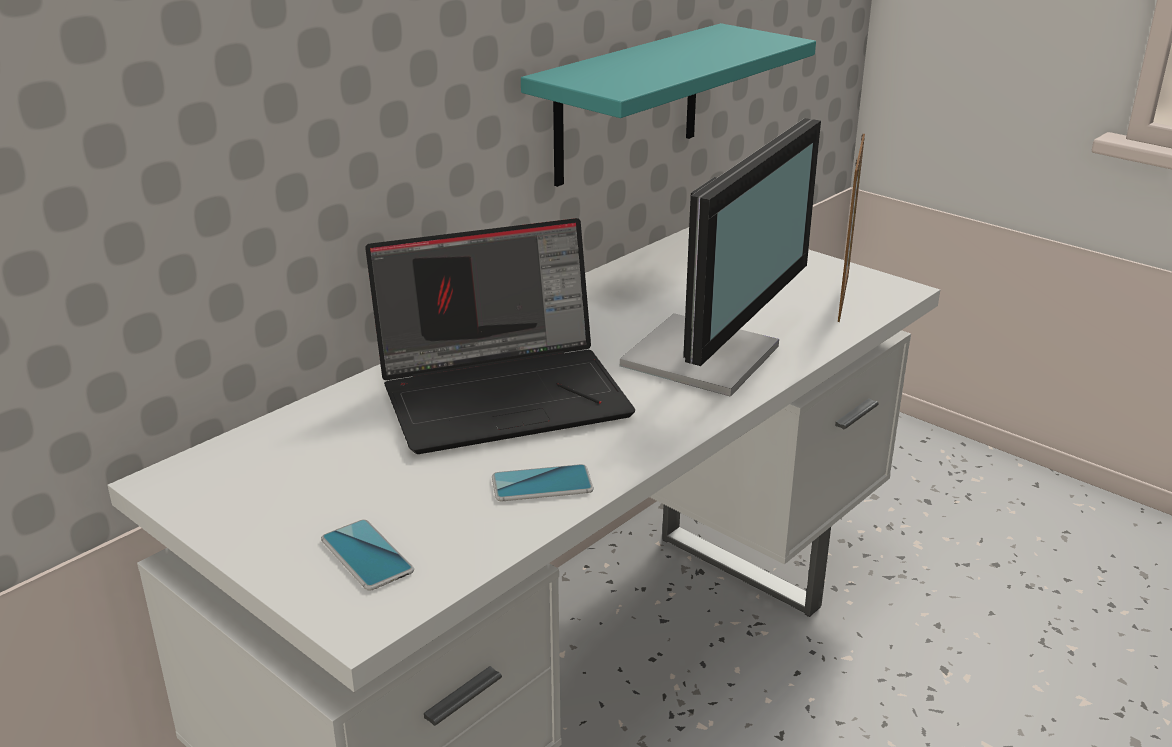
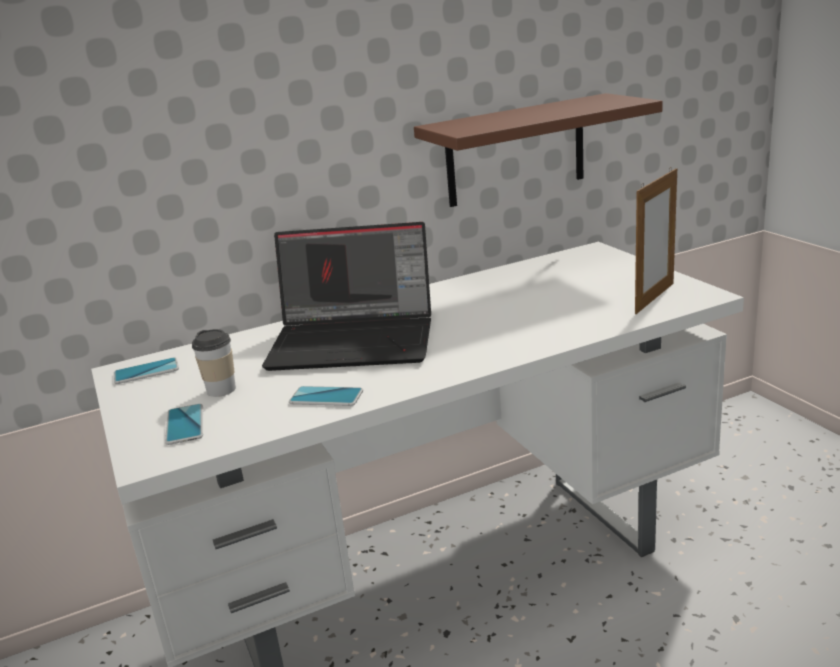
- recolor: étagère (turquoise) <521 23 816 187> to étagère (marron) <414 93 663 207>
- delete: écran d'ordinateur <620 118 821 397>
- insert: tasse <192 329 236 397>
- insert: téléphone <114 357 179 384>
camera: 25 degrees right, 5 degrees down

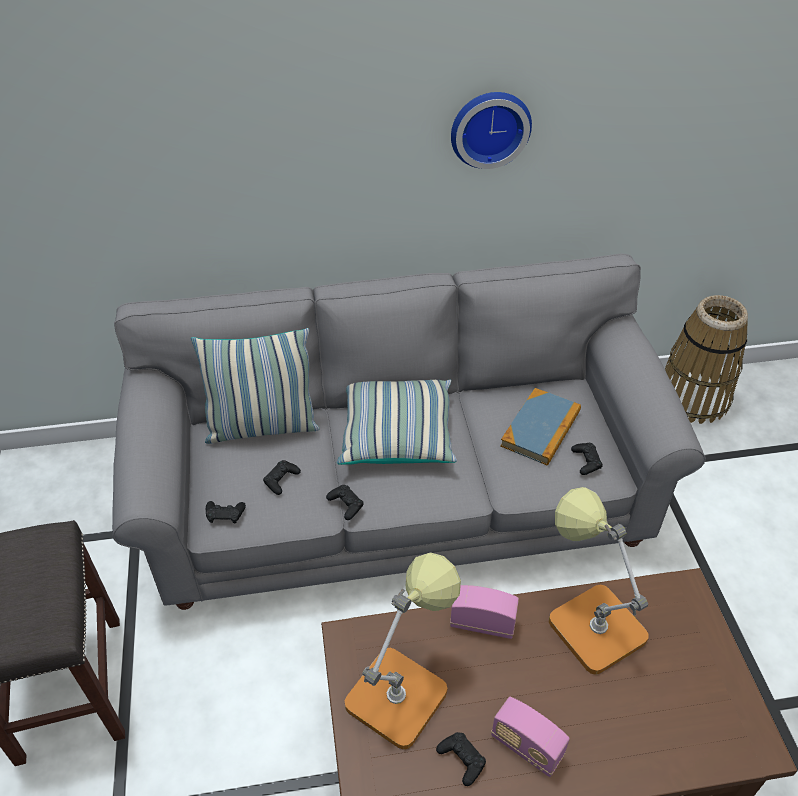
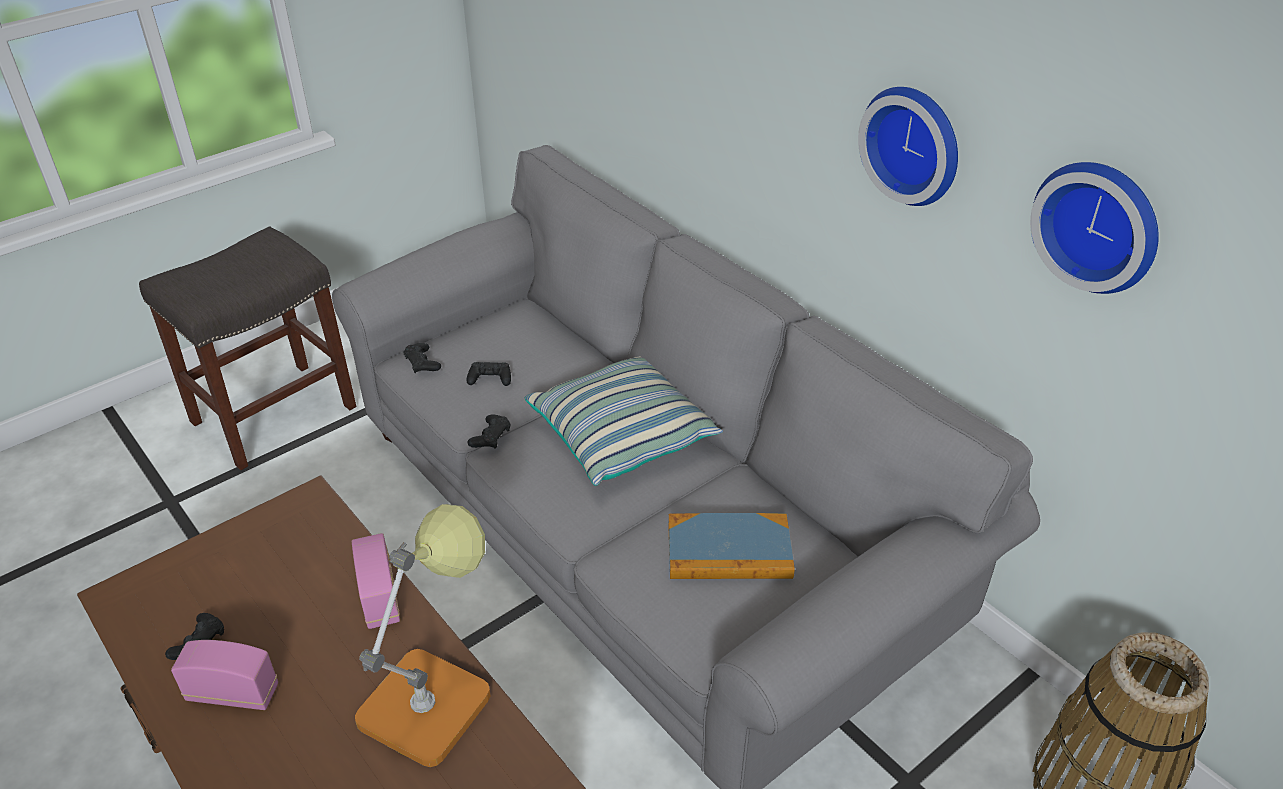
- delete: coussin <191 328 320 444>
- delete: manette (noir) <571 443 603 475>
- delete: lampe de table <345 552 461 750>
- rotate: radio <491 697 570 777> = <171 640 278 710> 90 degrees clockwise
- insert: horloge murale <1030 162 1159 294>
camera: 60 degrees right, 5 degrees down

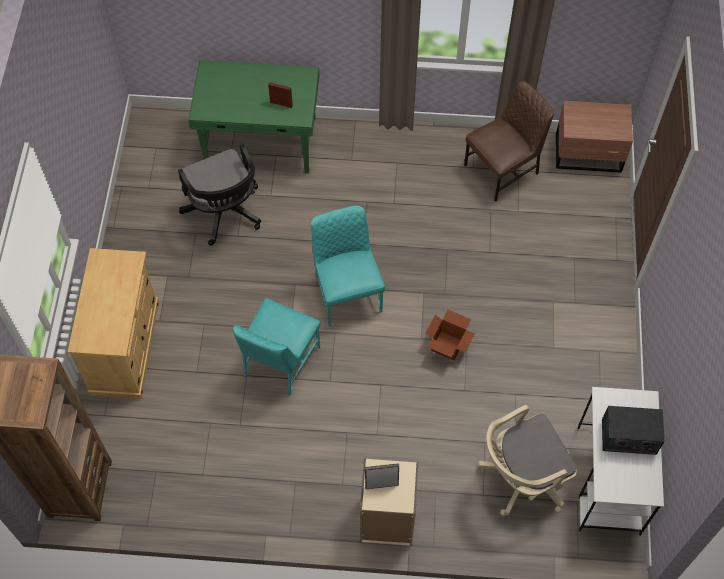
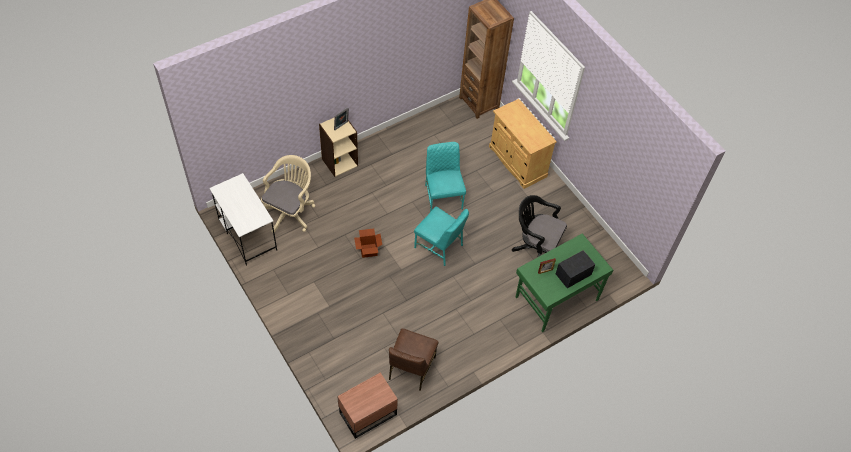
- move: radio <602 406 664 455> to <556 250 596 288>
camera: 140 degrees right, 5 degrees down

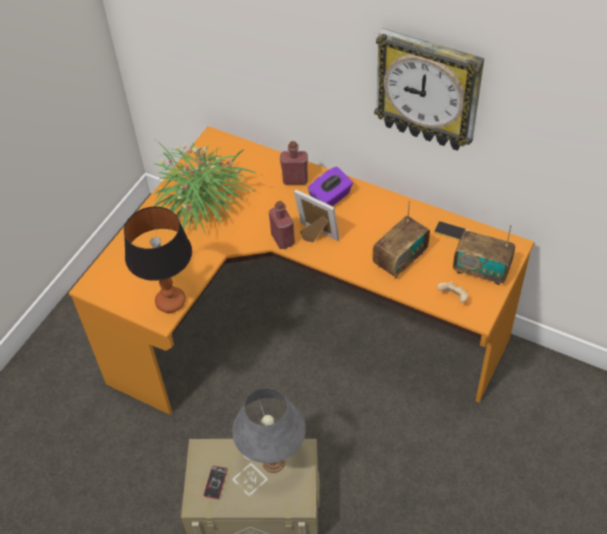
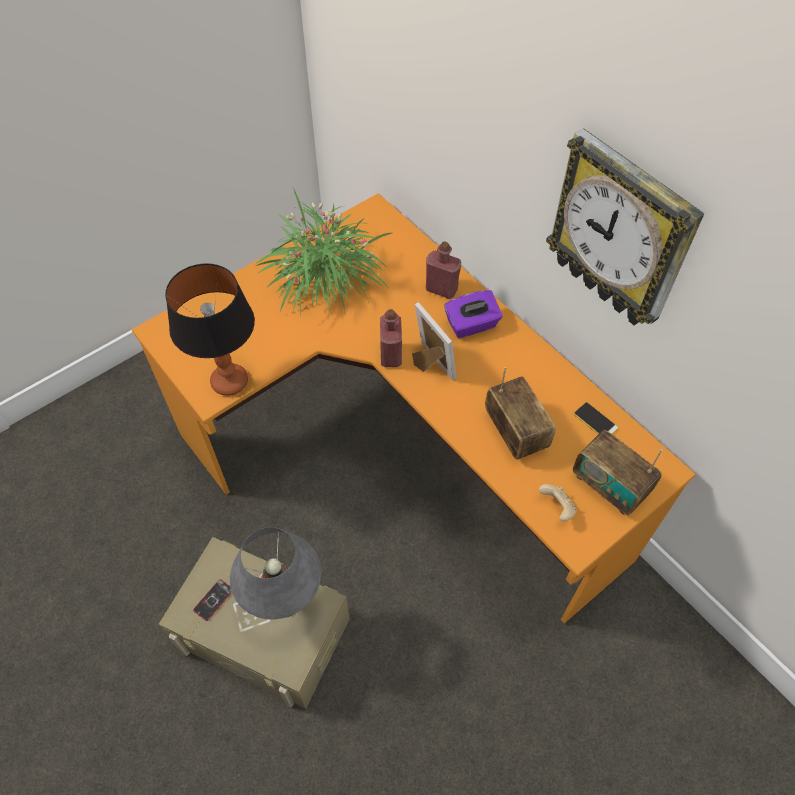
- rotate: radio <372 200 430 279> = <485 367 556 460> 90 degrees counterclockwise
camera: 20 degrees right, 5 degrees up

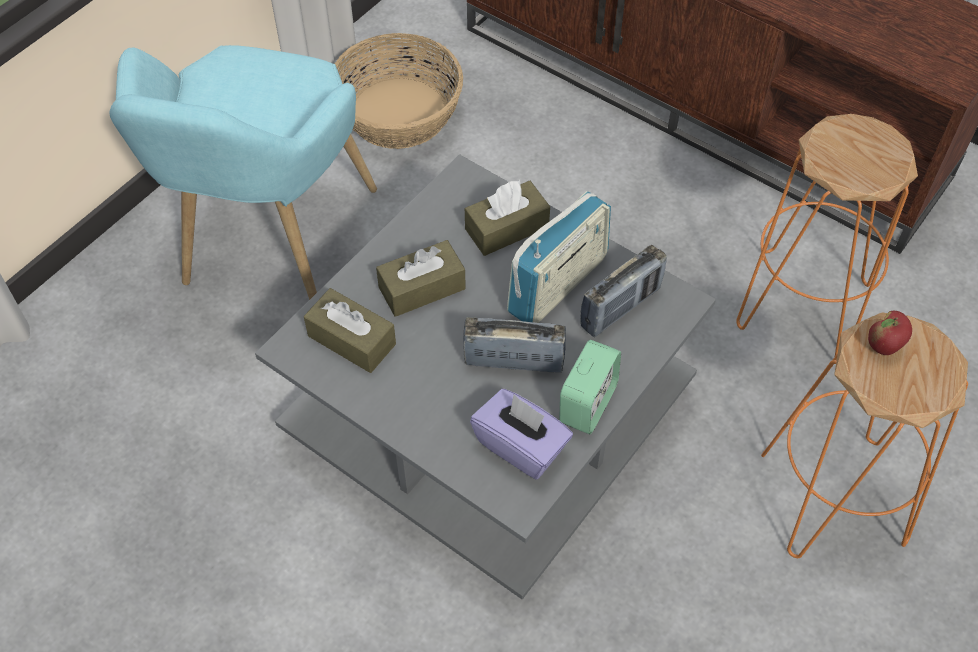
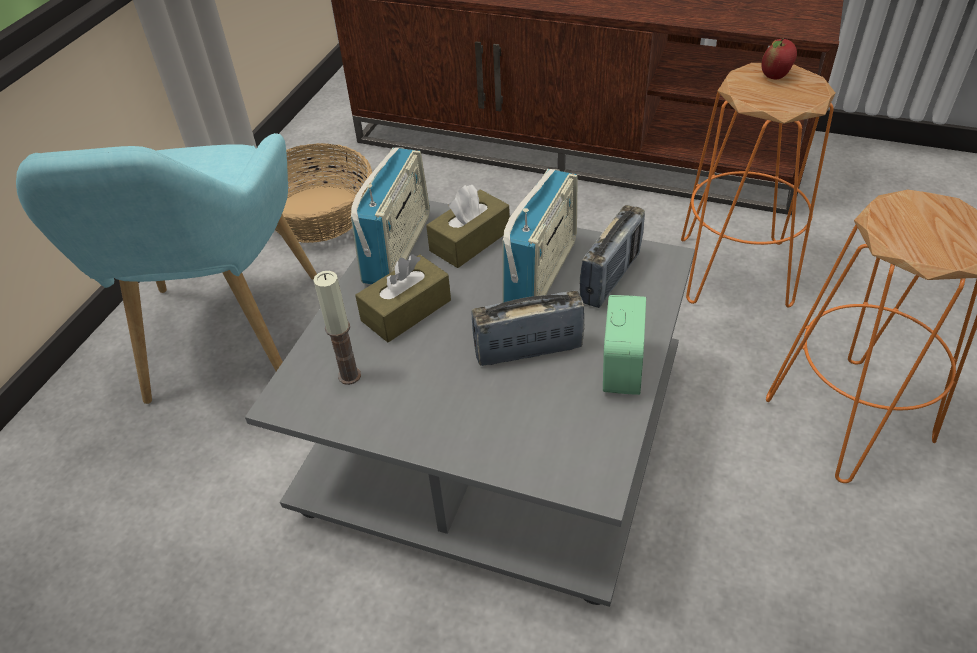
- replace: boîte à mouchoirs (marron) <304 288 396 373> to bougie <313 271 361 385>
- move: pomme <868 311 912 355> to <761 38 797 79>
- delete: boîte à mouchoirs (violet) <470 389 573 480>
- insert: radio <351 147 430 284>
camera: 15 degrees left, 10 degrees down

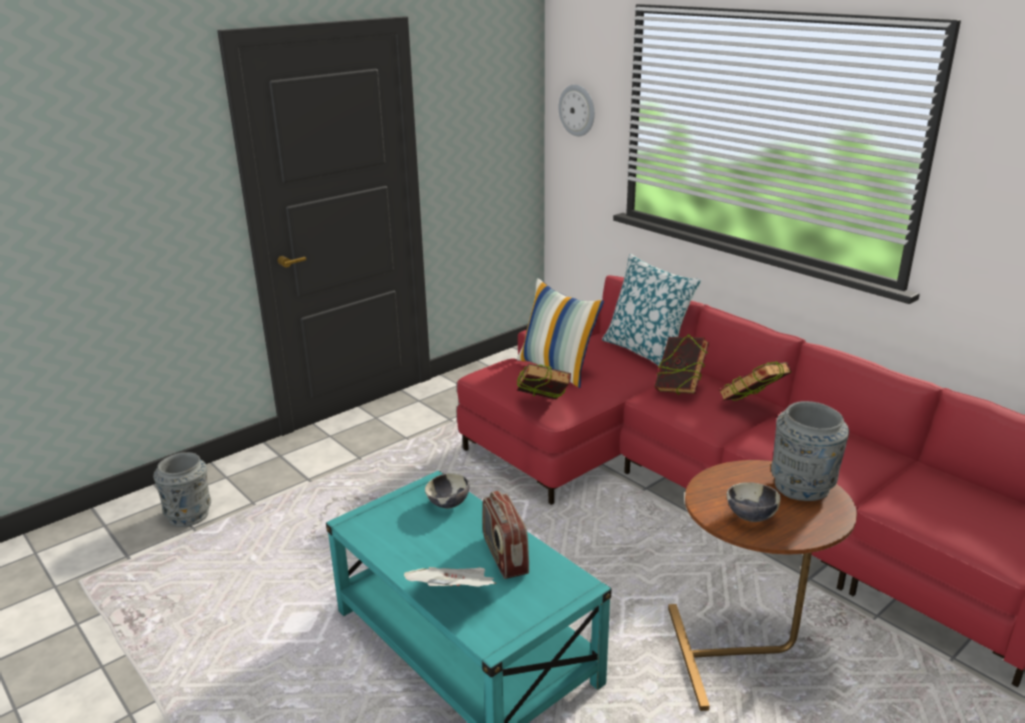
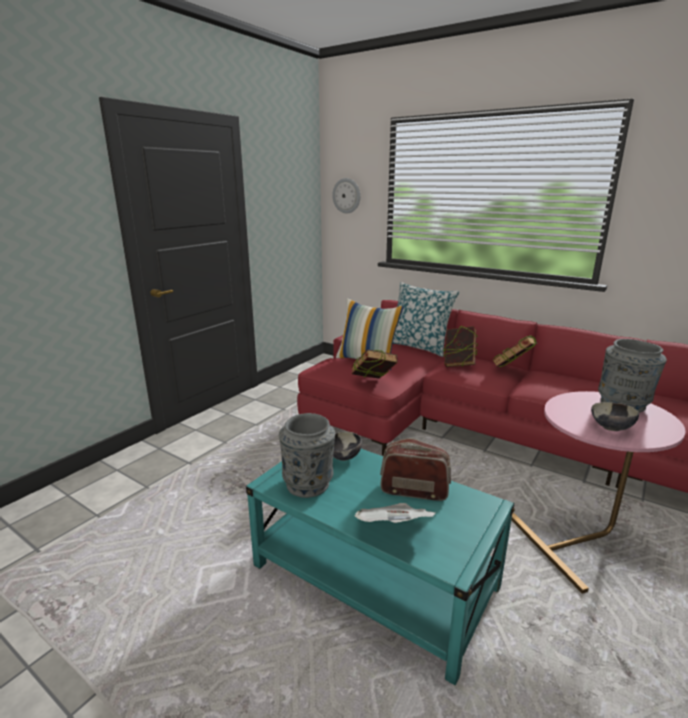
- move: vase (gris) <153 452 211 527> to <279 413 335 498>
- recolor: table d'appoint (marron) <668 460 857 711> to table d'appoint (rose) <511 391 685 594>
- rotate: radio <483 491 529 579> = <380 438 451 501> 135 degrees clockwise
camera: 15 degrees left, 5 degrees down

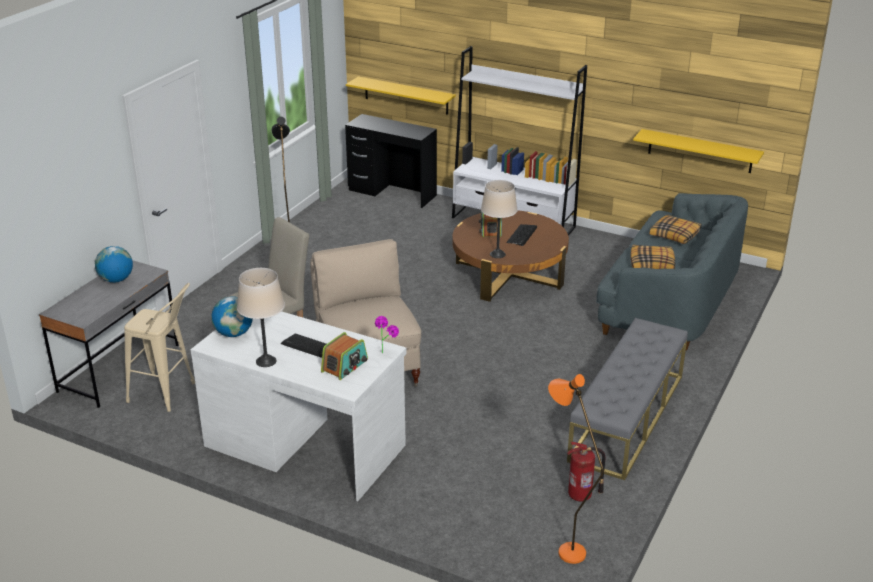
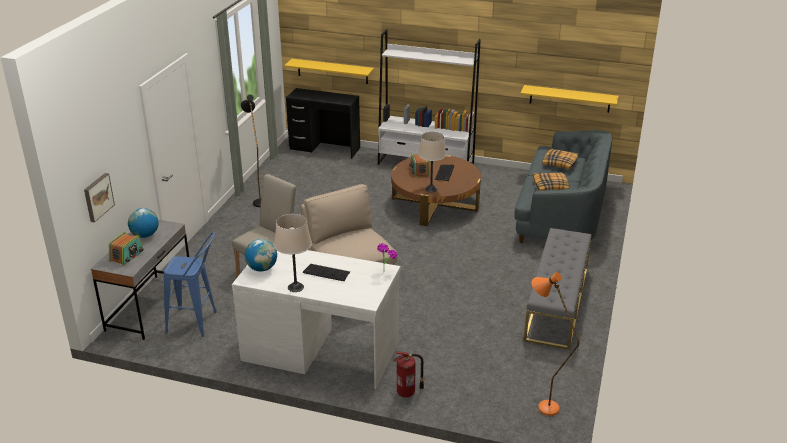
- recolor: tabouret (beige) <124 283 195 412> to tabouret (bleu) <164 232 217 337>
- move: radio <321 332 368 380> to <109 232 144 266>
- move: extincteur <567 442 605 501> to <394 351 424 397>
- insert: tableau <84 173 115 223>
camera: 10 degrees left, 0 degrees up

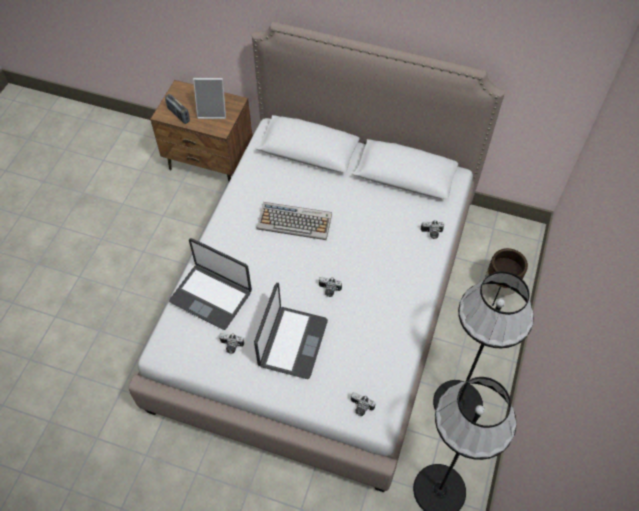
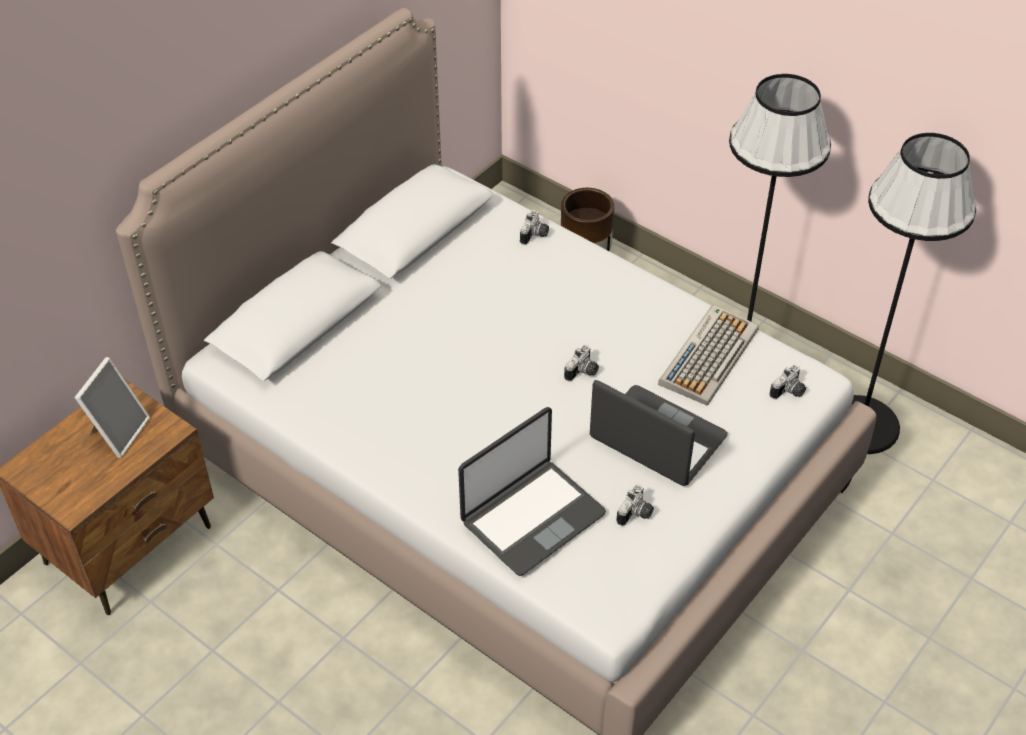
- delete: radio <165 94 190 124>
- move: clavier <257 202 332 240> to <658 305 759 406>
camera: 70 degrees left, 10 degrees down

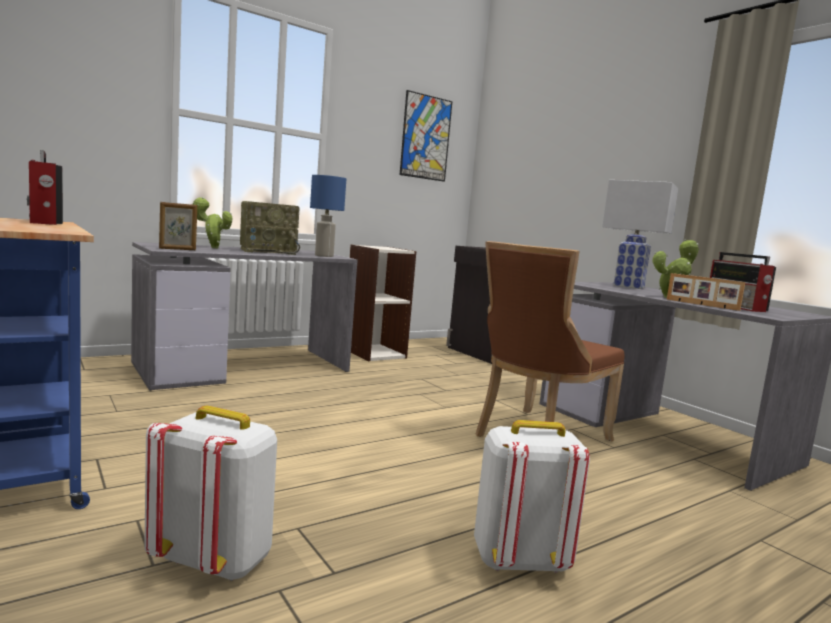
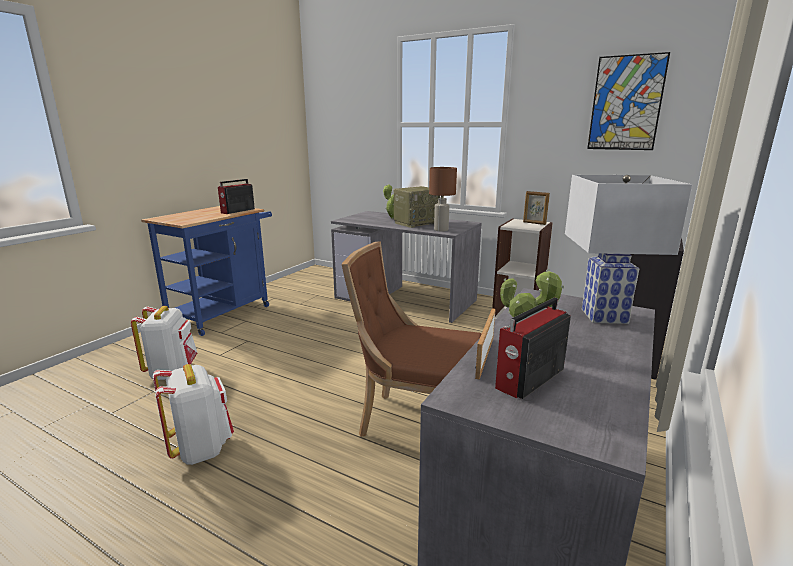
- recolor: lampe de table (bleu) <310 175 346 257> to lampe de table (marron) <429 167 457 232>
- rotate: radio <240 201 300 255> = <394 186 440 228> 75 degrees counterclockwise
- move: cadre photo <159 202 197 250> to <523 191 550 225>
camera: 65 degrees right, 10 degrees up

